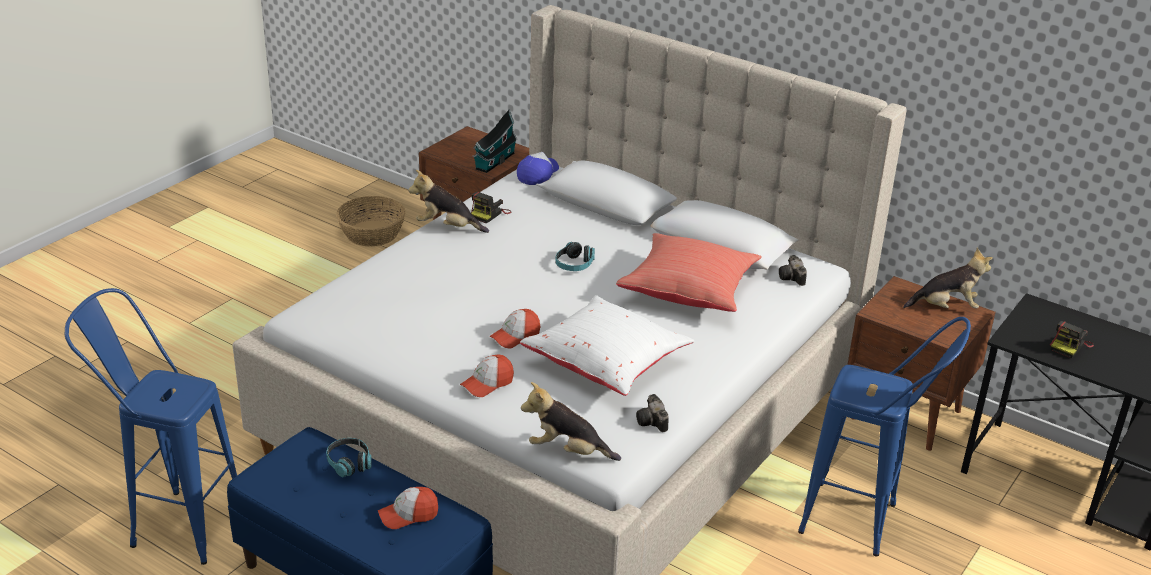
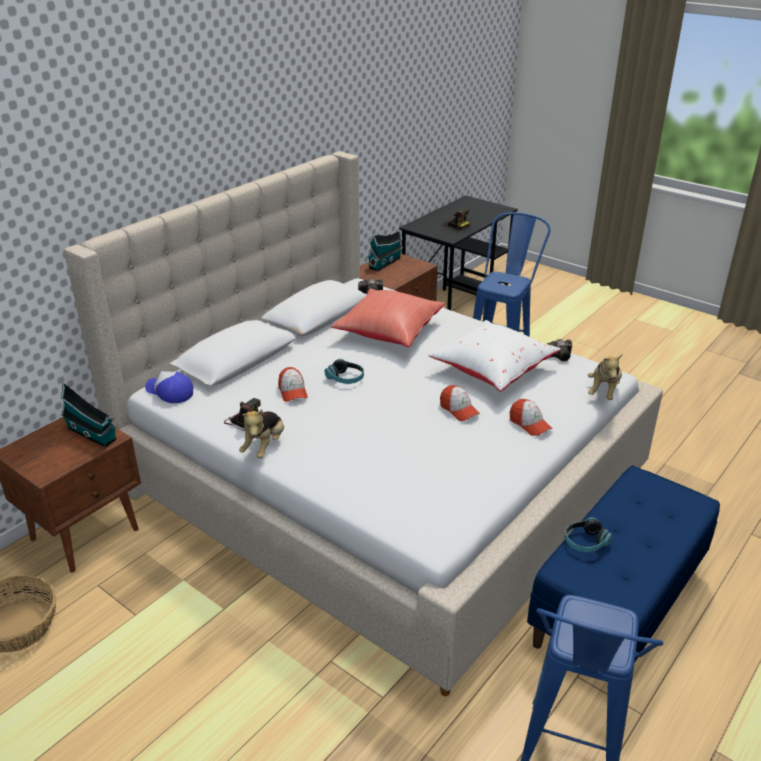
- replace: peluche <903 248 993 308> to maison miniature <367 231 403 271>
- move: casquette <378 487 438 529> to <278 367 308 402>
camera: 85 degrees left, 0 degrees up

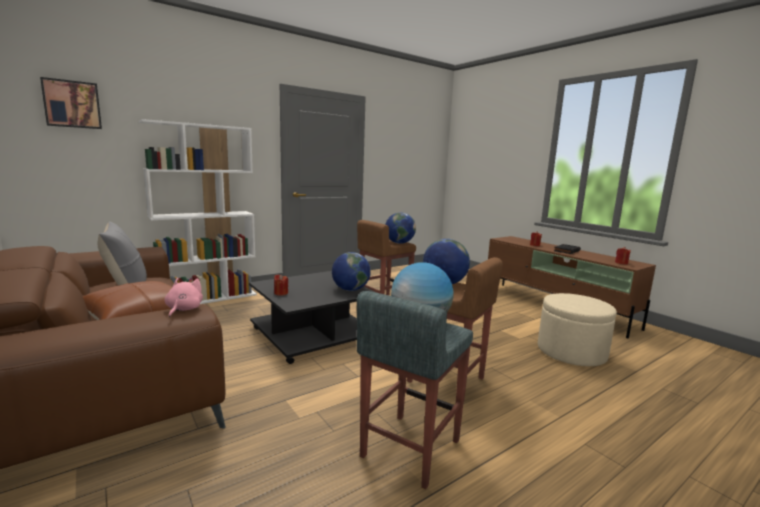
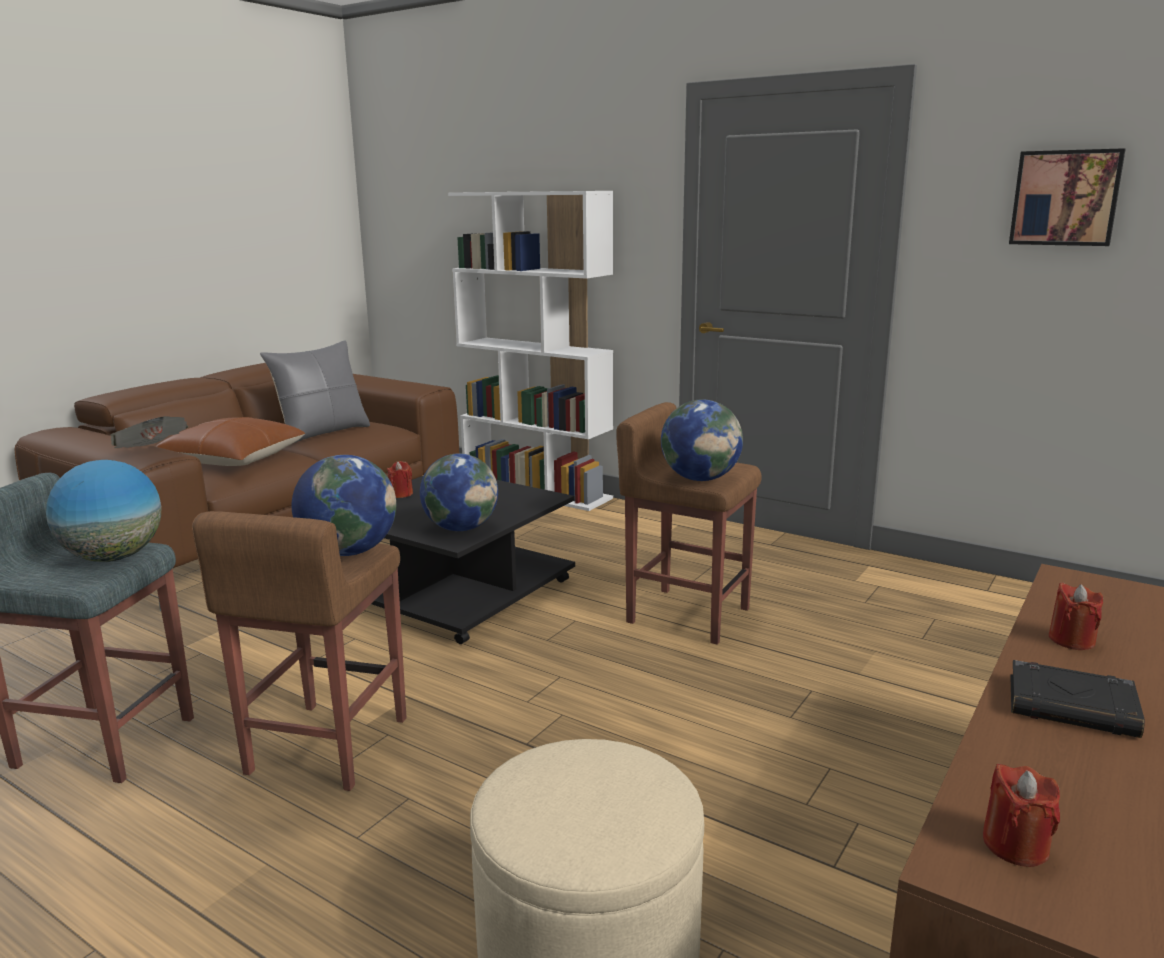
- move: tableau <40 77 102 129> to <1009 148 1125 246>
- replace: peluche (rose) <164 278 203 317> to journal <110 416 189 448>
camera: 70 degrees right, 5 degrees up

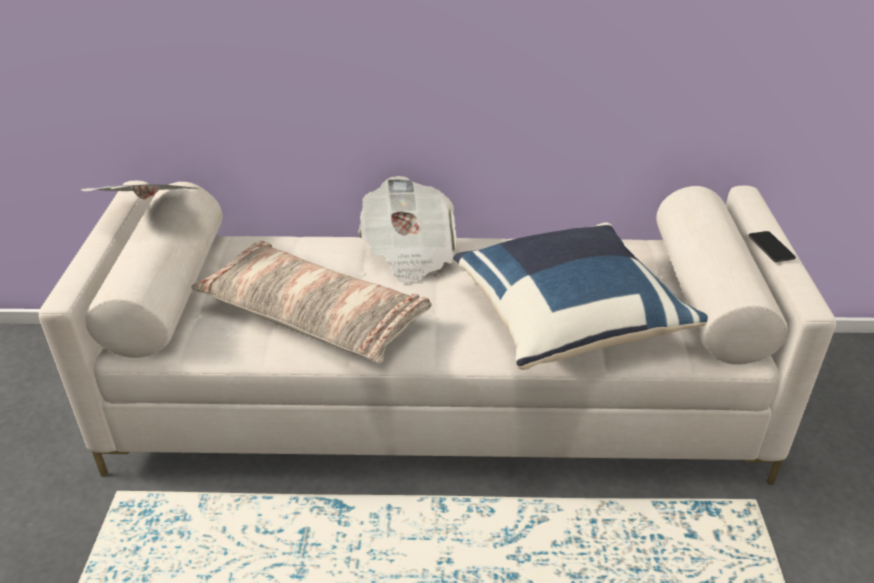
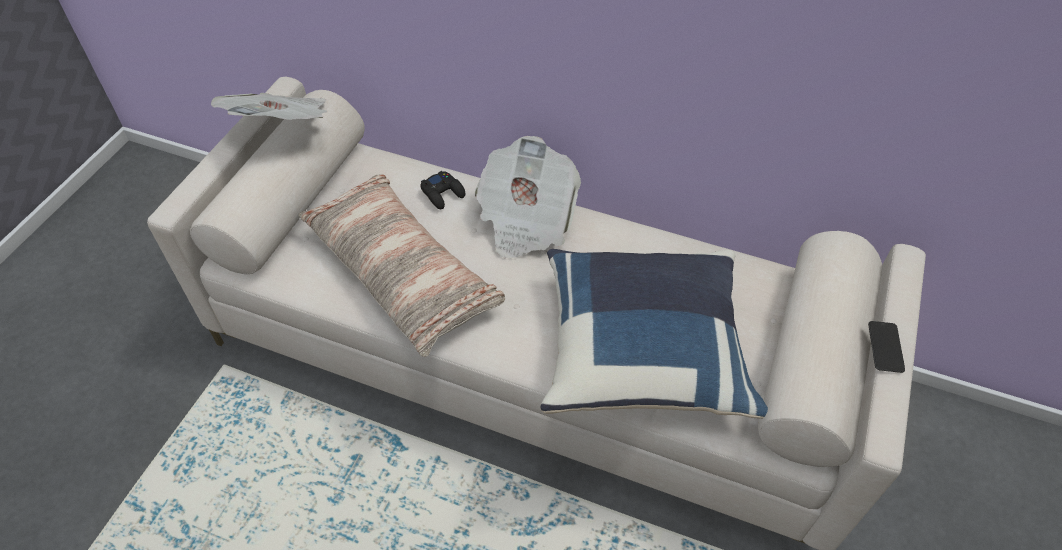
- insert: manette (noir) <420 171 465 209>
camera: 20 degrees right, 15 degrees up

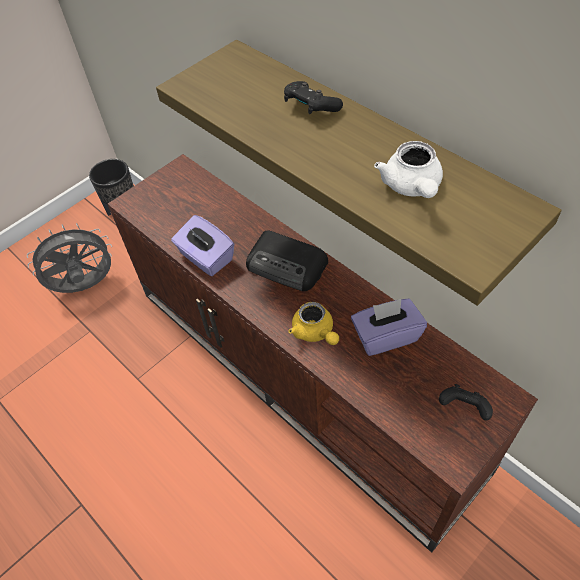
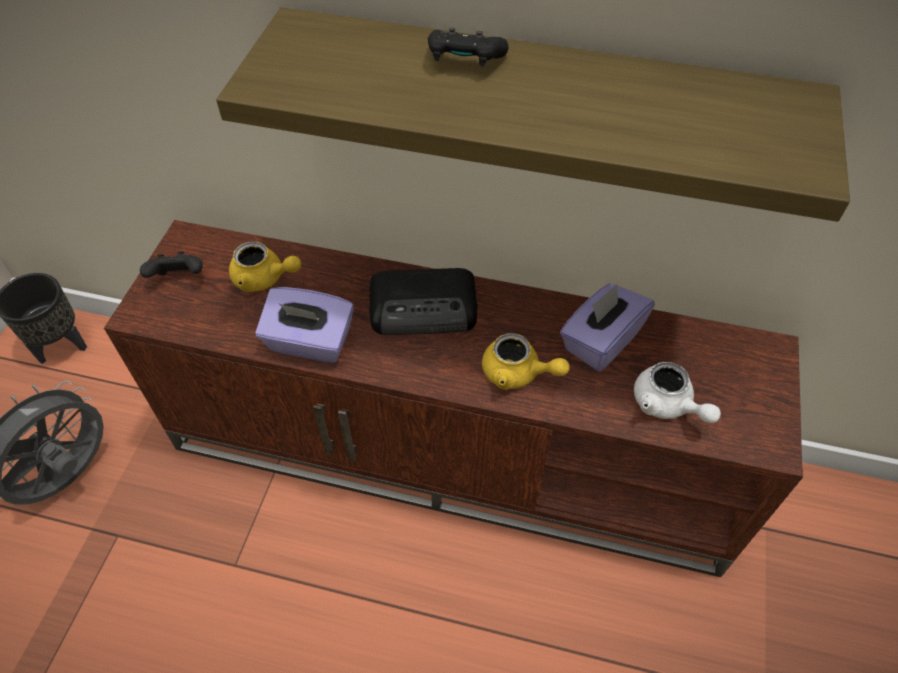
- move: théière (blanc) <374 141 443 198> to <634 362 721 423>
- move: manette (noir) <439 384 493 420> to <140 251 203 278>
- insert: théière (jaune) <229 241 301 292>
camera: 35 degrees left, 0 degrees up

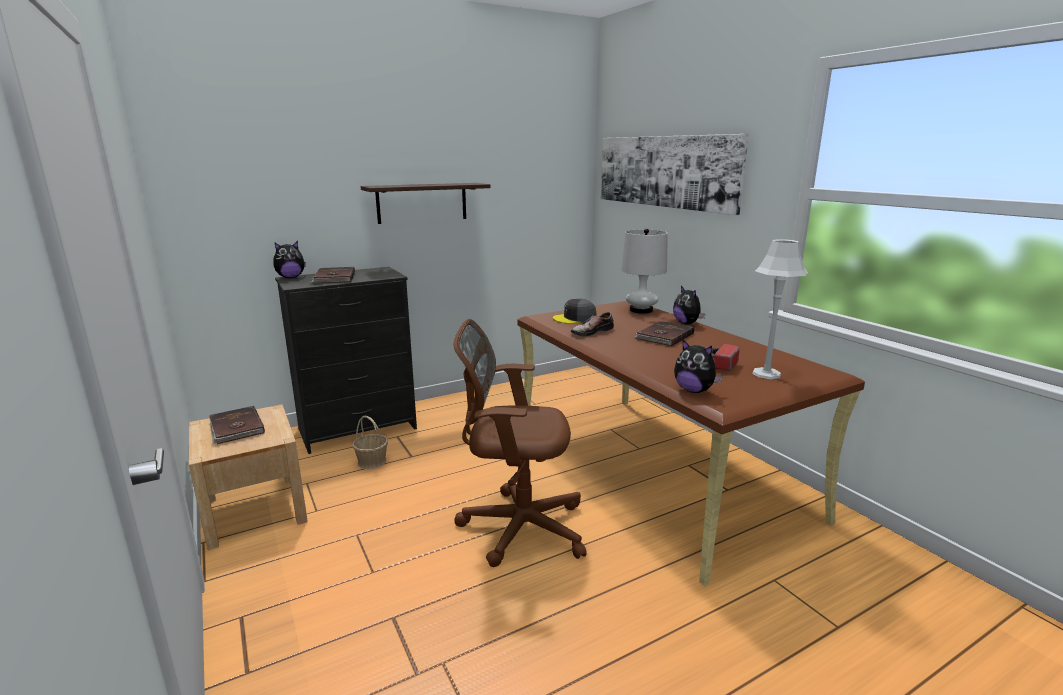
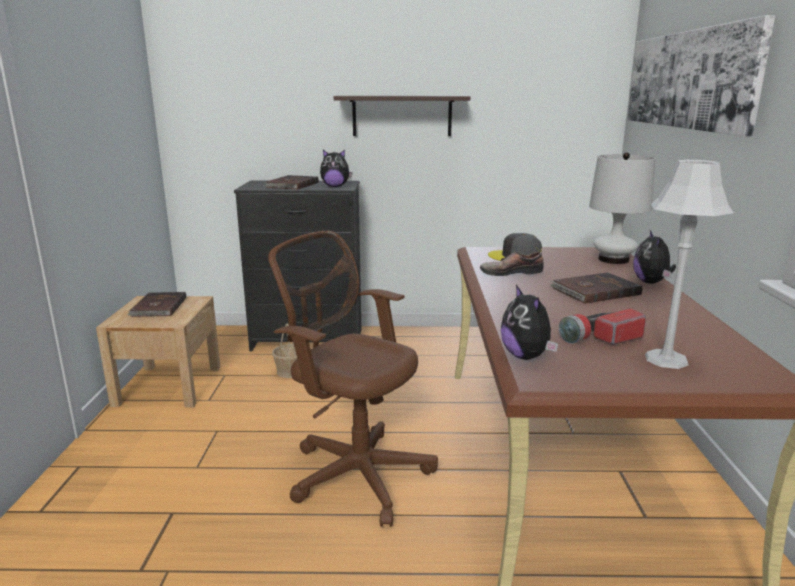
- move: peluche <274 241 306 278> to <320 150 352 187>
camera: 30 degrees right, 0 degrees up

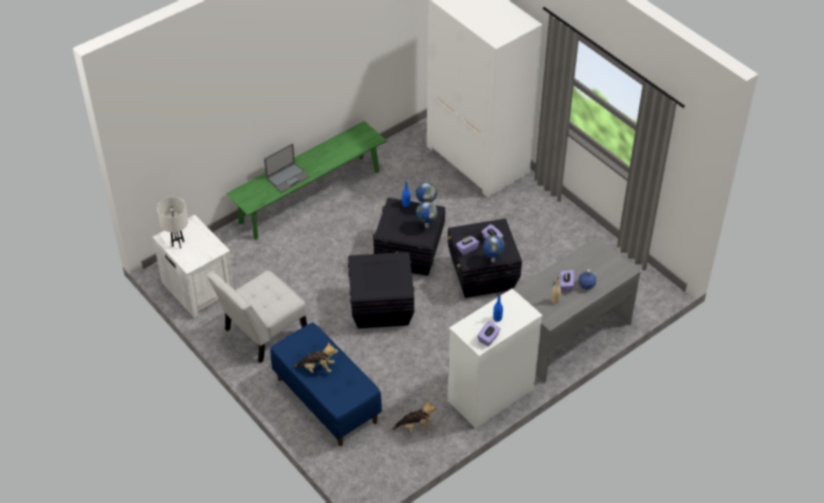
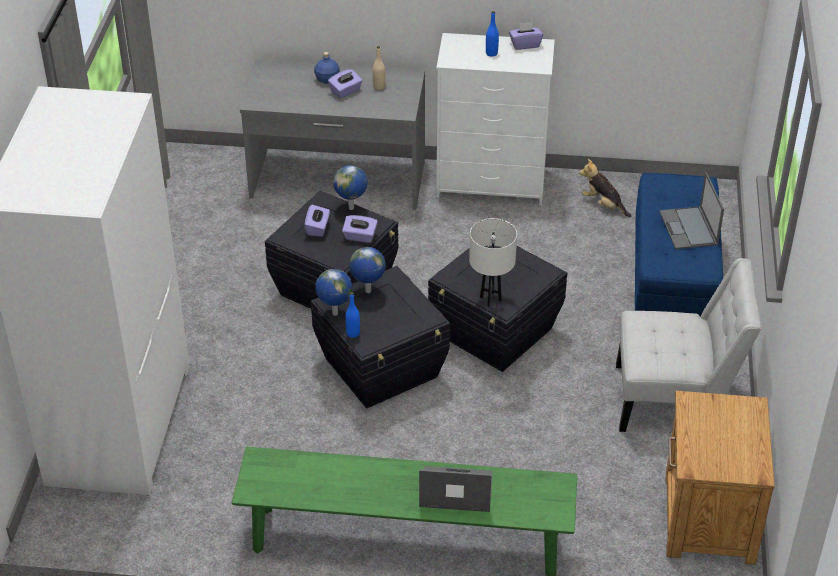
- move: lampe de table (blanc) <157 197 188 249> to <469 218 517 306>
- recolor: table de chevet (blanc) <152 215 234 318> to table de chevet (marron) <666 391 775 565>
- replace: peluche <293 342 338 373> to ordinateur portable <659 172 724 249>
camera: 135 degrees left, 5 degrees down

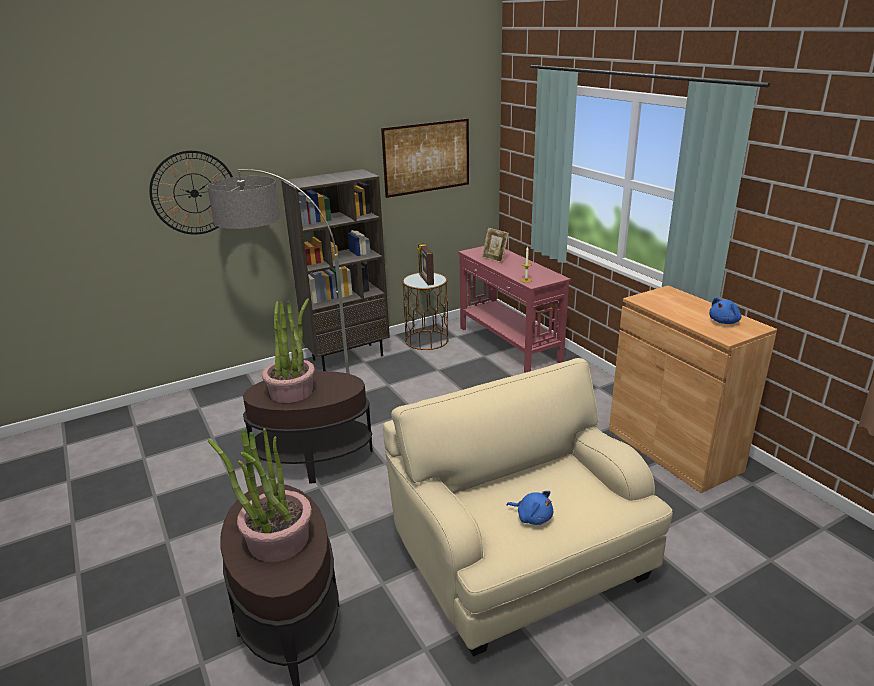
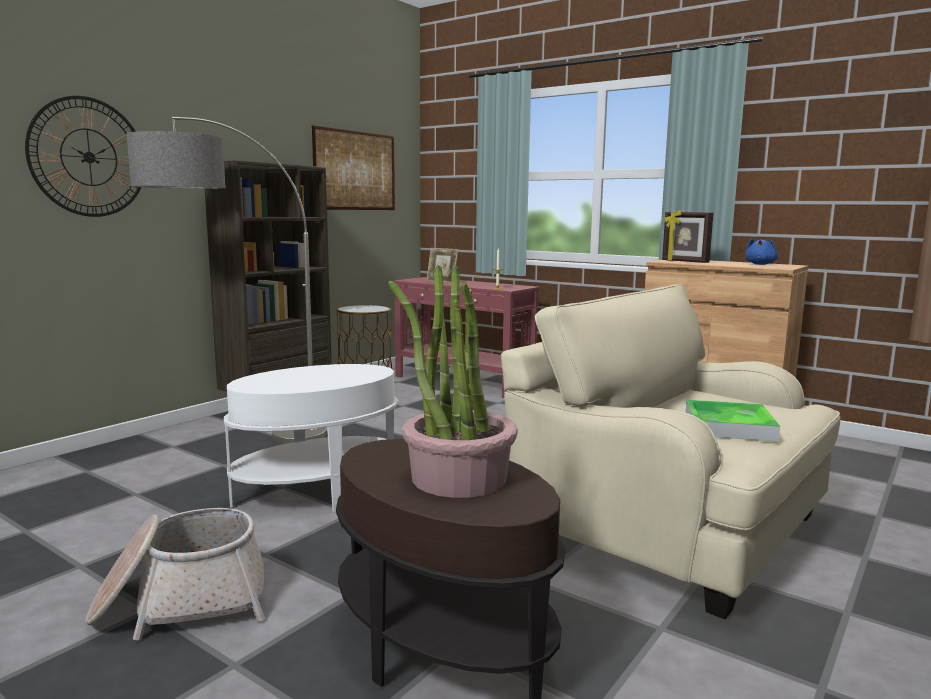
- move: cadre photo <417 243 434 285> to <662 210 713 263>
- delete: plante en pot <262 299 315 403>
- recolor: table d'appoint (marron) <243 371 373 484> to table d'appoint (blanc) <224 364 399 513>
- replace: peluche (bleu) <507 491 553 525> to plateau <686 400 780 442>
- insert: panier <85 508 265 640>
camera: 25 degrees left, 15 degrees down

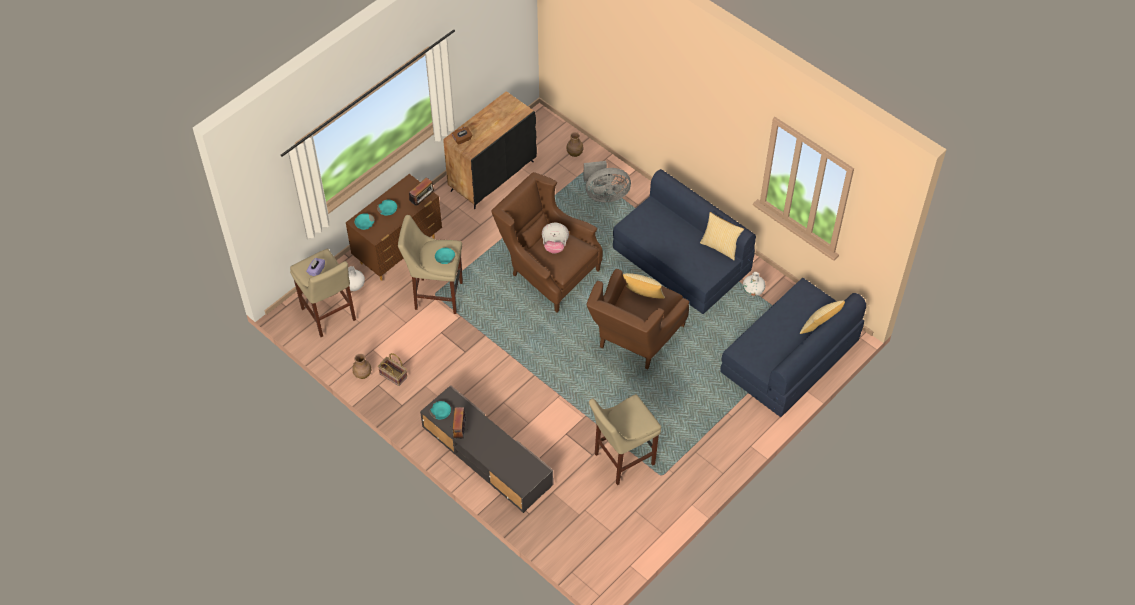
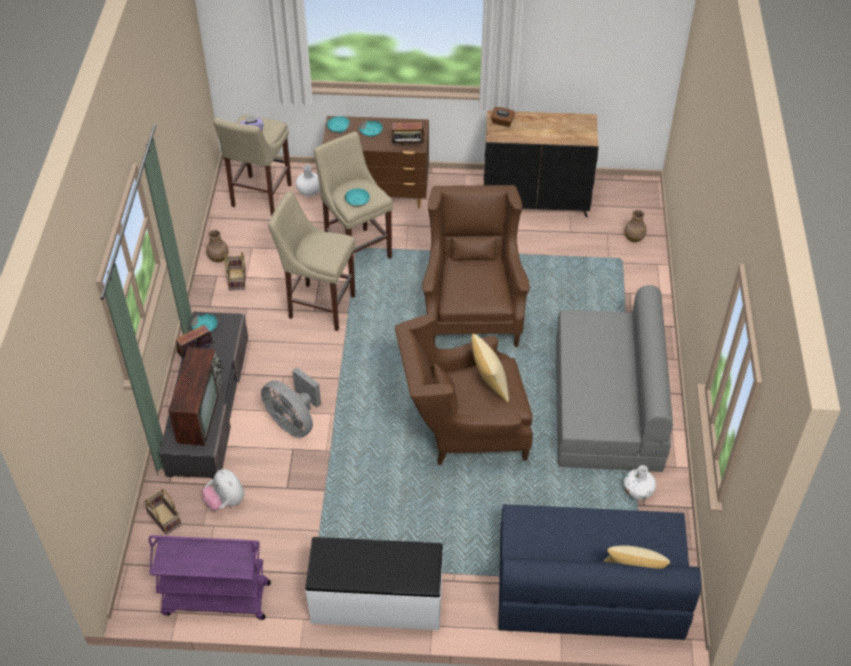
- move: ventilateur (gris) <584 161 631 202> to <261 367 321 438>
- recolor: canapé (bleu) <613 169 756 314> to canapé (gris) <556 285 673 472>
- delete: coussin <700 212 744 260>
- move: peluche <542 223 569 254> to <202 469 245 511>
- move: tabouret (beige) <589 394 661 485> to <268 191 355 331>
- insert: téléviseur <168 347 224 446>
- insert: panier <143 489 182 535>
- insert: chariot (violet) <149 535 271 620>
- insert: banc (blanc) <305 537 443 630>
camera: 50 degrees right, 5 degrees down

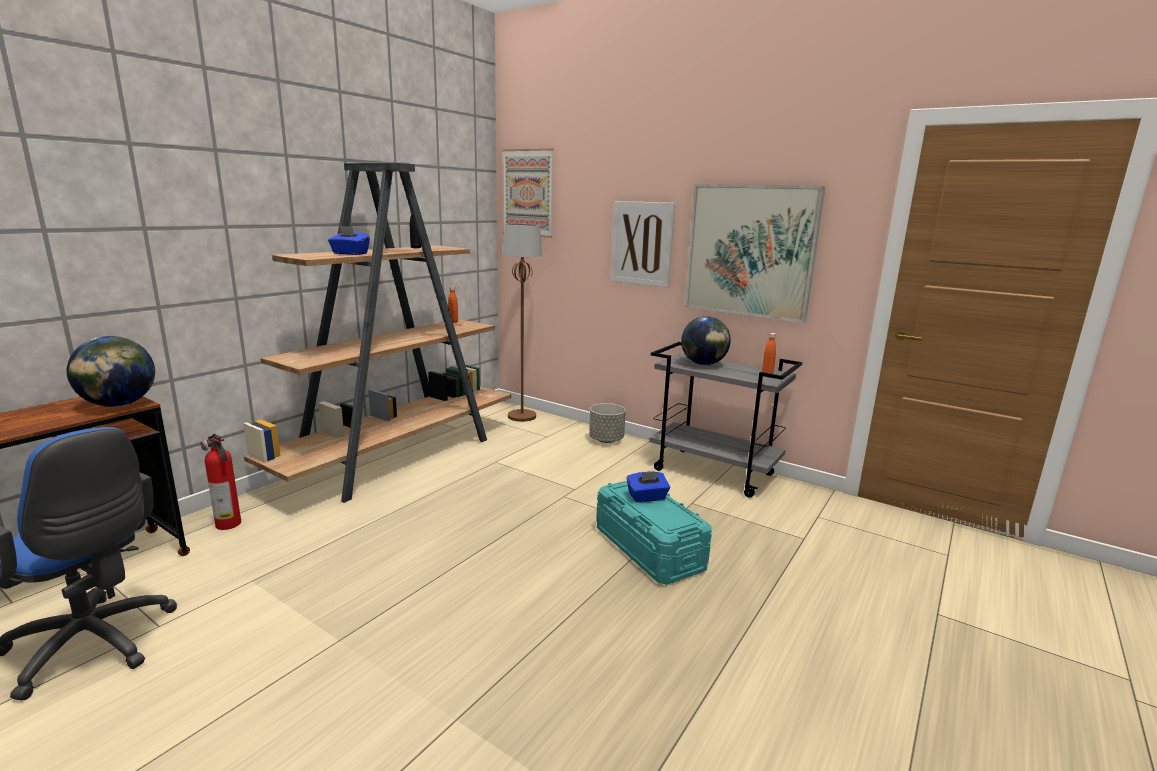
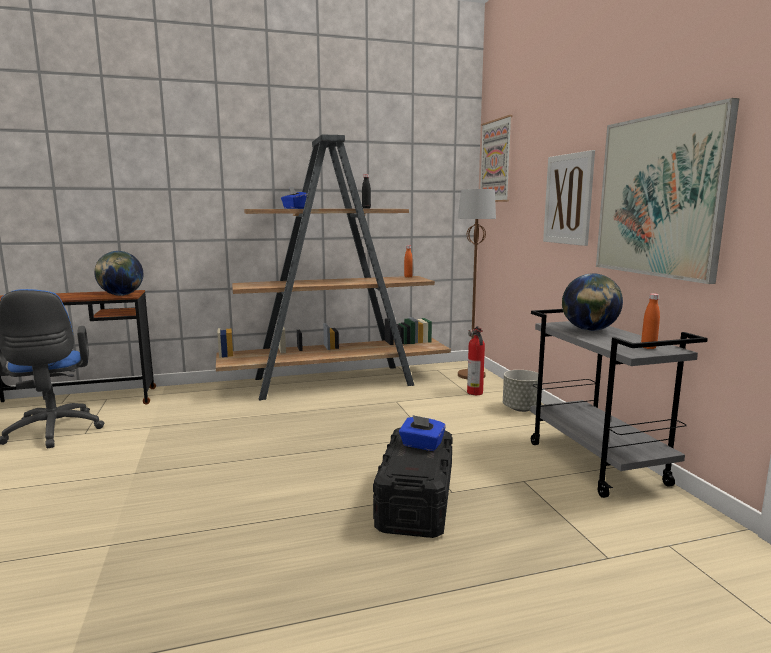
- move: extincteur <201 434 241 530> to <467 326 485 395>
- recolor: boîte de rangement (turquoise) <596 481 712 585> to boîte de rangement (noir) <373 428 453 538>
camera: 40 degrees right, 5 degrees down

